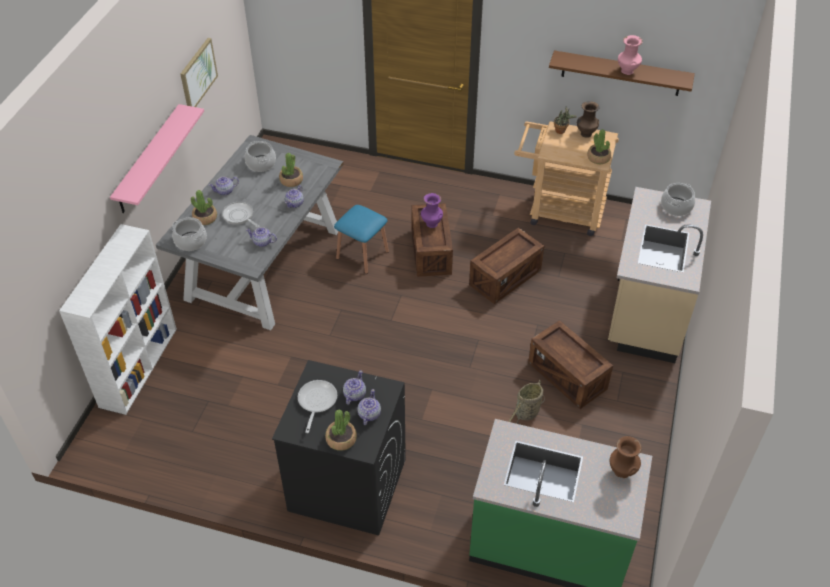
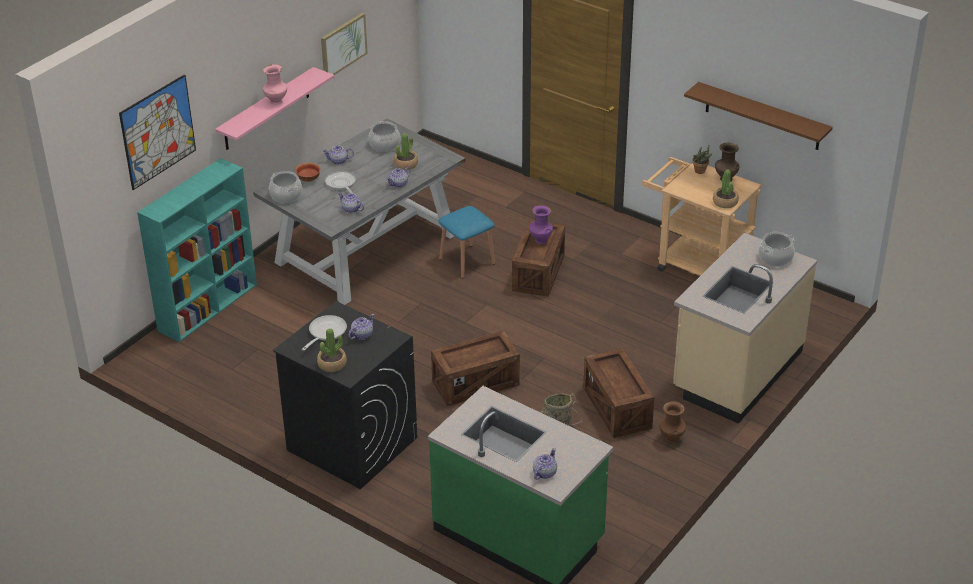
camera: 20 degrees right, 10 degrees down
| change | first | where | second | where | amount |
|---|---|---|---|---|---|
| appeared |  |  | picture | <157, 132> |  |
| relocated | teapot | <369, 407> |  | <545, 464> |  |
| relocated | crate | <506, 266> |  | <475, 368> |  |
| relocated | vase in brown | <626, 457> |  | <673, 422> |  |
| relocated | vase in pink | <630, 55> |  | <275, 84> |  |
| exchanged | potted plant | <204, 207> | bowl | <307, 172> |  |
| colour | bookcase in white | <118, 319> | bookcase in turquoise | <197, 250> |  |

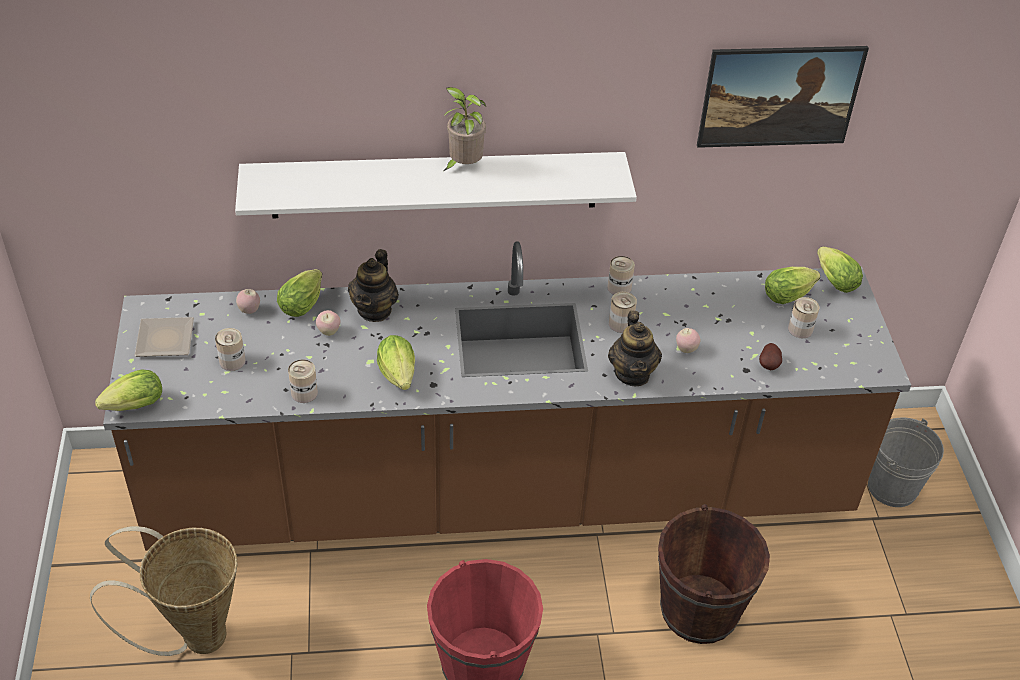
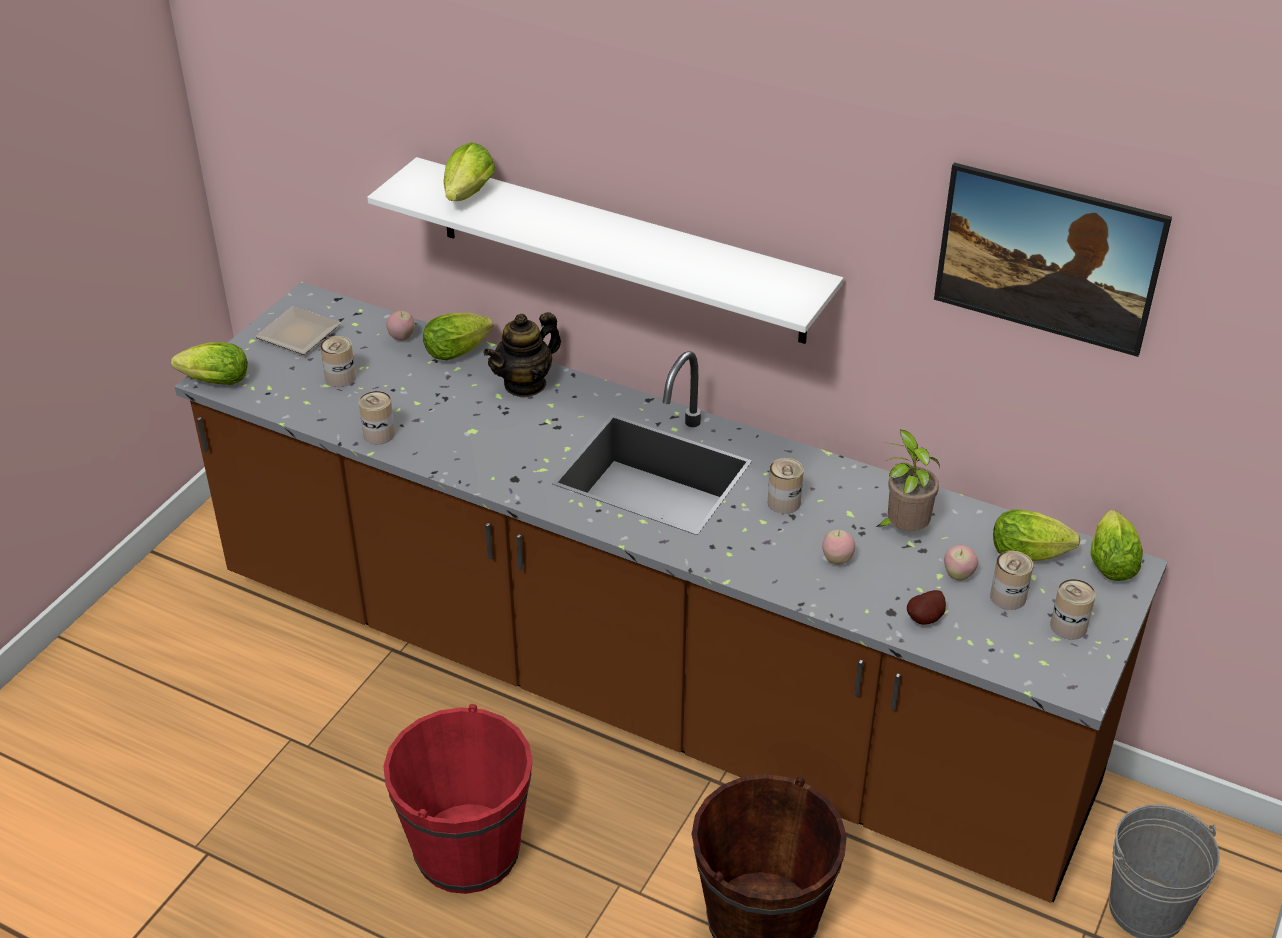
camera: 35 degrees right, 5 degrees down
| change | first | where | second | where | amount |
|---|---|---|---|---|---|
| missing | basket | <164, 591> |  |  |  |
| missing | teapot | <635, 348> |  |  |  |
| relocated | apple | <328, 323> |  | <961, 563> |  |
| relocated | lettuce | <396, 362> |  | <469, 171> |  |
| relocated | potted plant | <464, 129> |  | <908, 480> |  |
| relocated | can | <621, 275> |  | <1073, 609> |  |

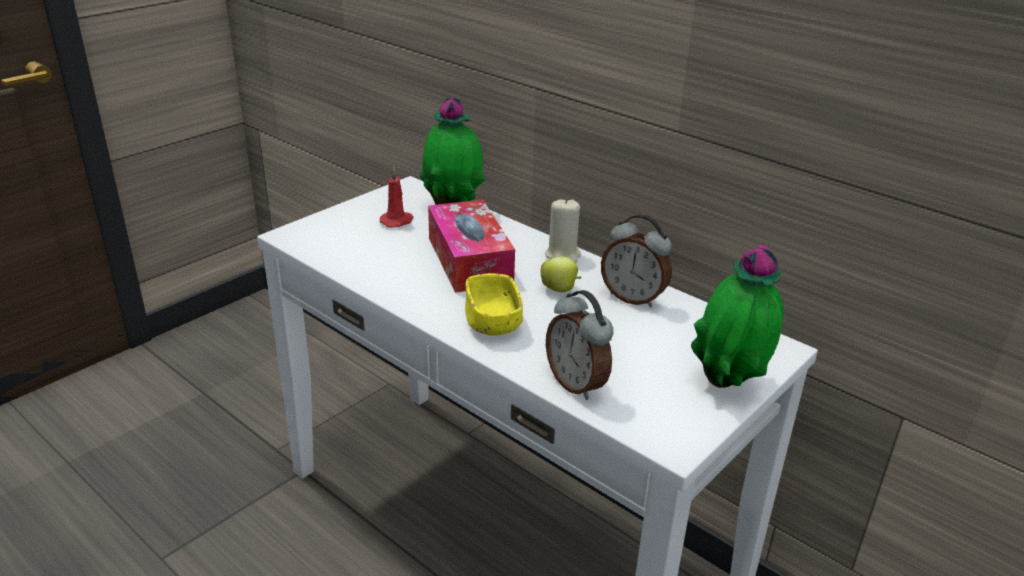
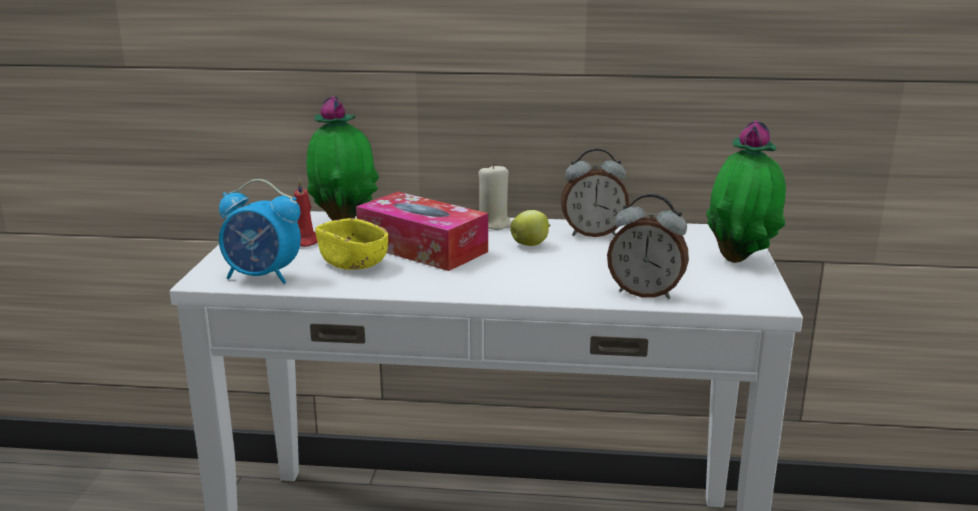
camera: 35 degrees left, 10 degrees down
| change | first | where | second | where | amount |
|---|---|---|---|---|---|
| appeared |  |  | alarm clock | <260, 231> |  |
| relocated | bowl in yellow | <494, 304> |  | <351, 244> |  |

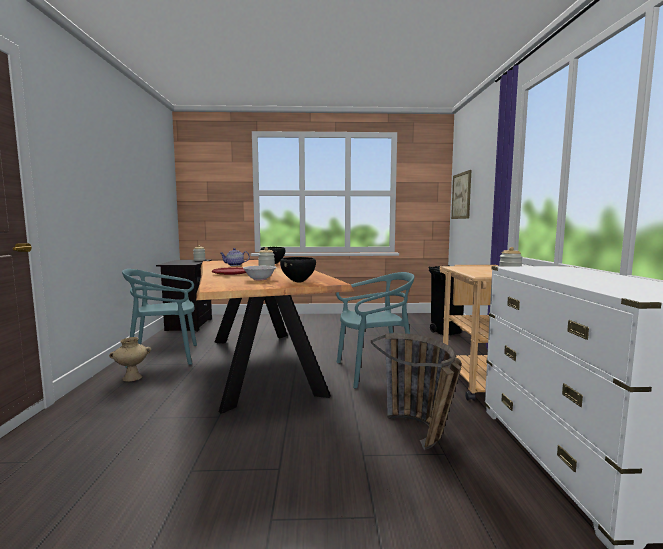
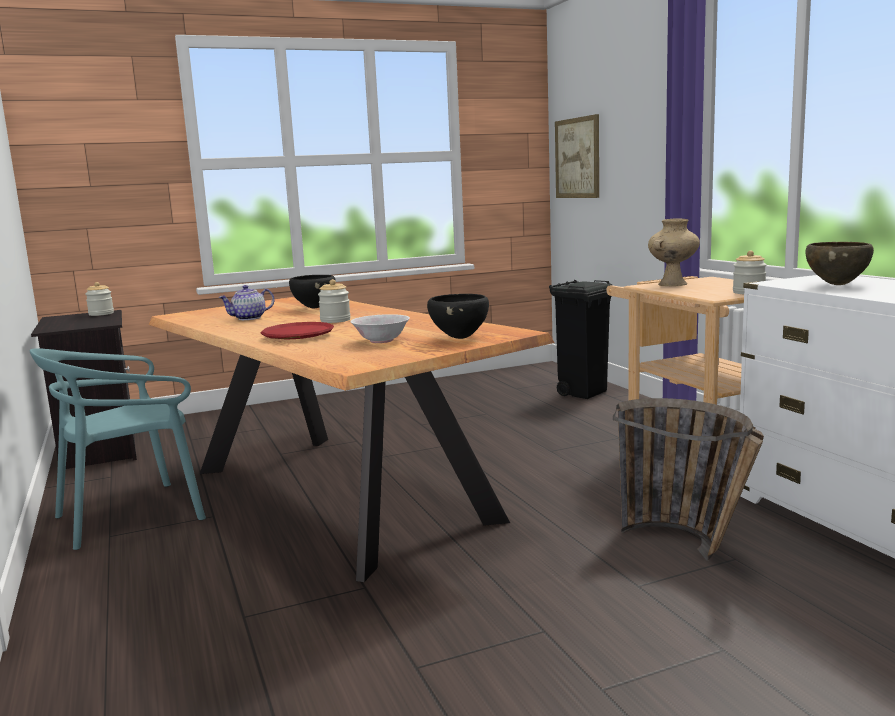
camera: 20 degrees left, 5 degrees up
| change | first | where | second | where | amount |
|---|---|---|---|---|---|
| missing | chair in turquoise | <375, 330> |  |  |  |
| appeared |  |  | bowl in brown | <839, 263> |  |
| relocated | vase in beige | <130, 359> |  | <674, 252> |  |

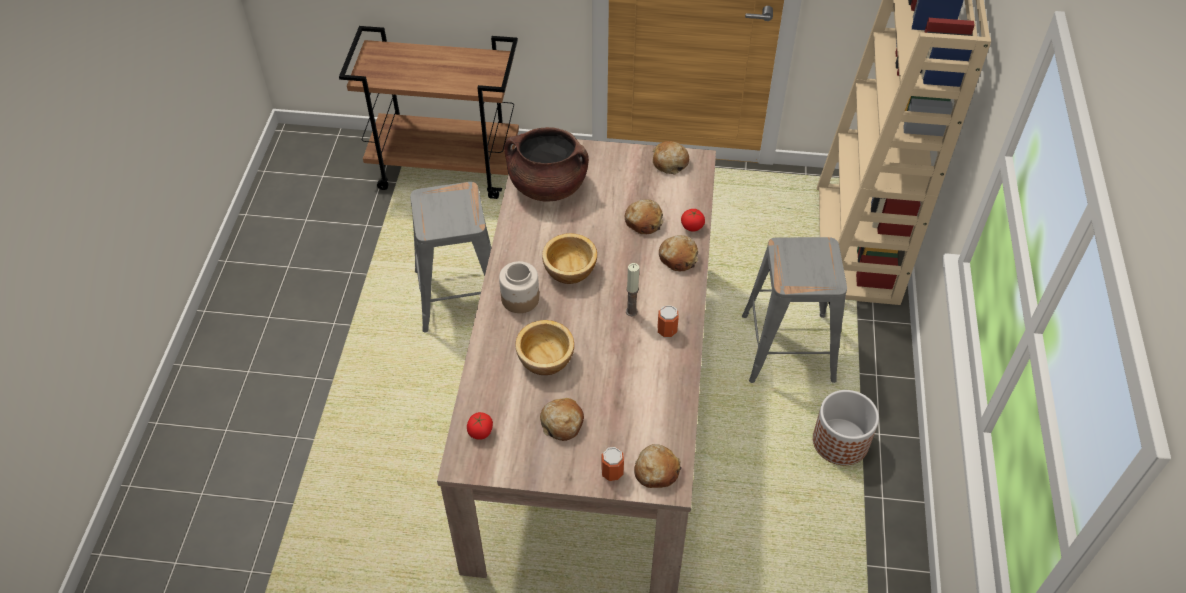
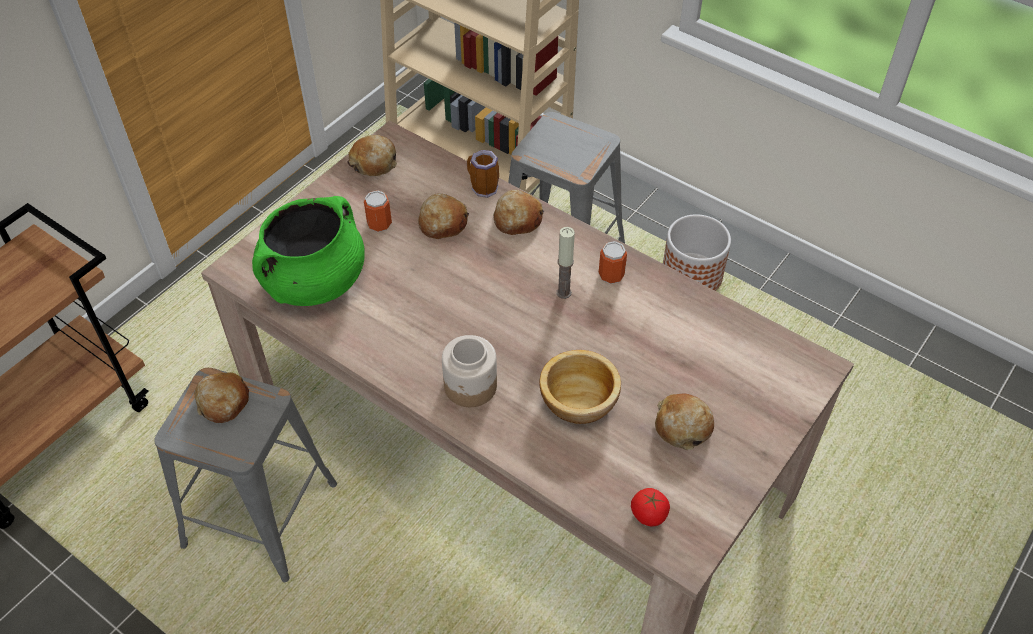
camera: 60 degrees left, 0 degrees up
| change | first | where | second | where | amount |
|---|---|---|---|---|---|
| missing | bowl | <569, 258> |  |  |  |
| relocated | can | <612, 464> |  | <378, 211> |  |
| relocated | bread | <658, 466> |  | <221, 397> |  |
| exchanged | tomato | <693, 220> | mug | <483, 174> |  |
| colour | cooking pot in brown | <546, 164> | cooking pot in green | <308, 251> |  |

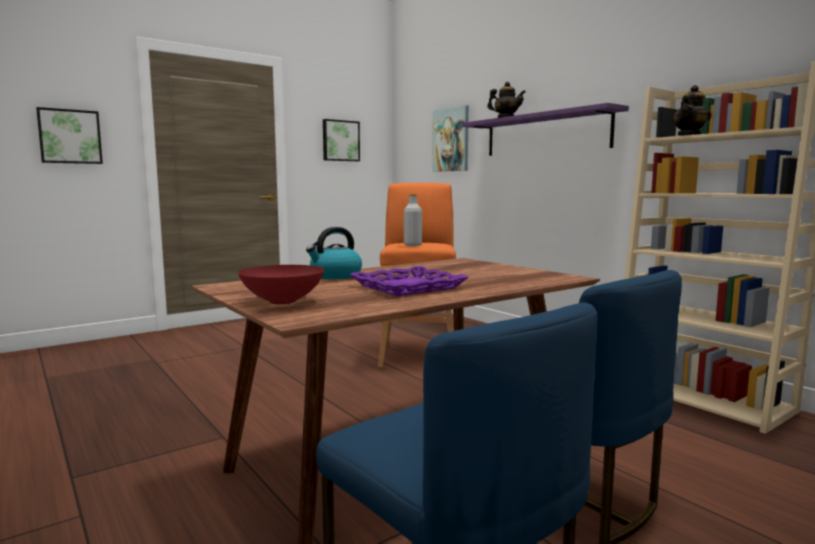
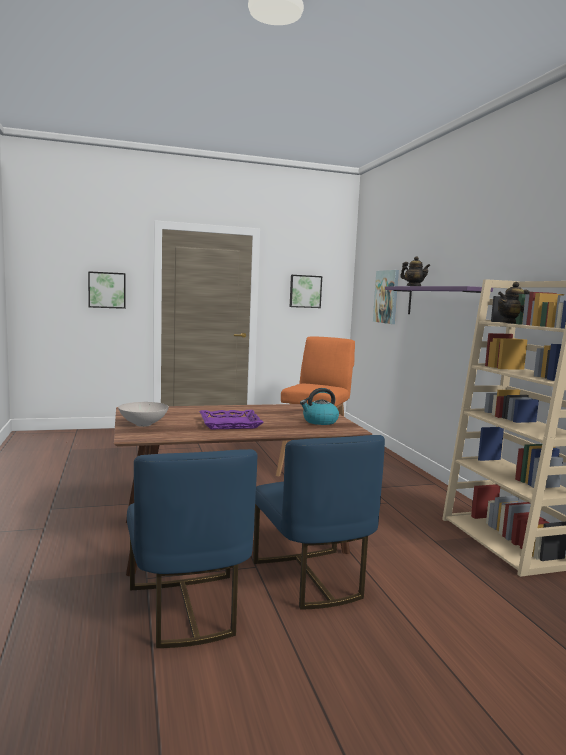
camera: 20 degrees right, 0 degrees up
| change | first | where | second | where | amount |
|---|---|---|---|---|---|
| missing | bottle in grey | <413, 220> |  |  |  |
| relocated | kettle | <334, 253> |  | <319, 406> |  |
| colour | bowl in red | <281, 284> | bowl in white | <143, 414> |  |

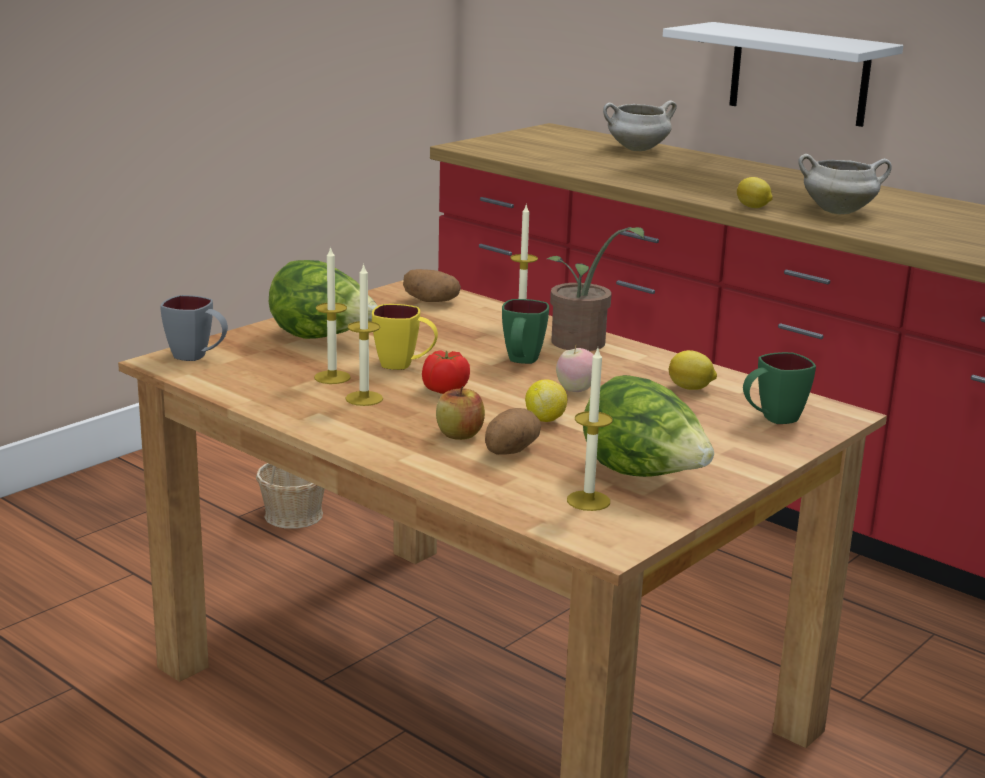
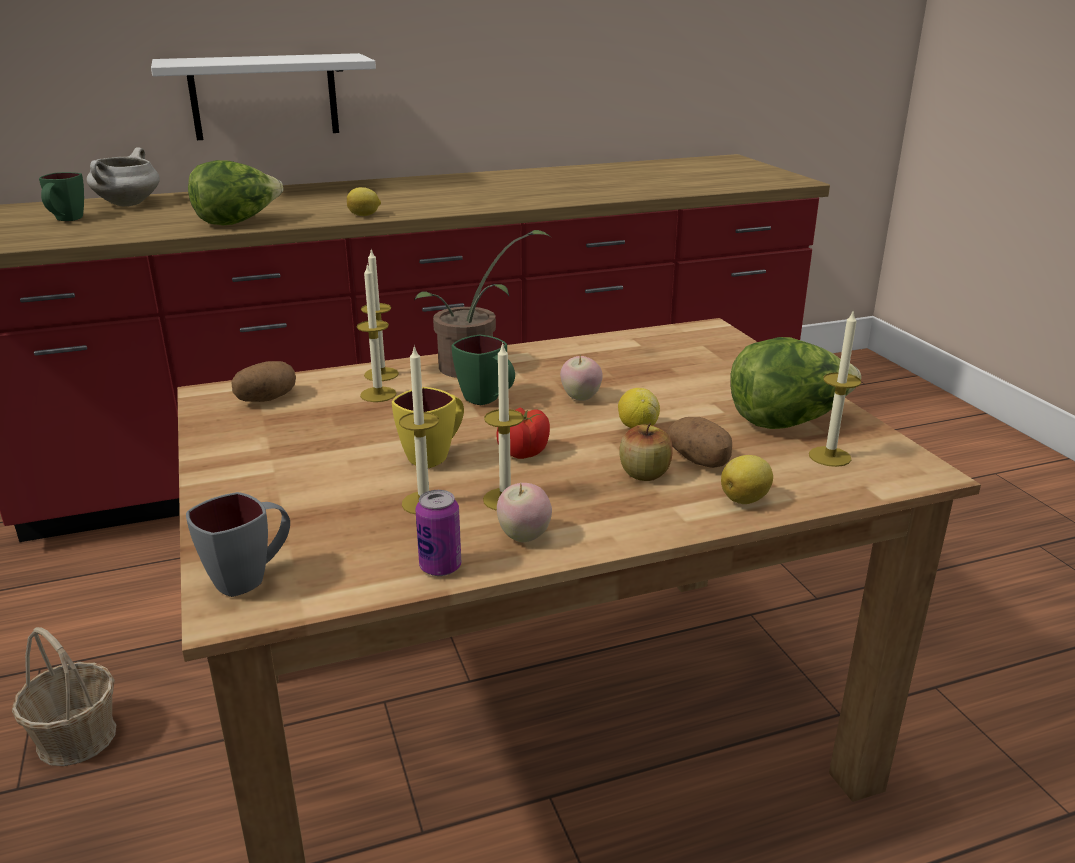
camera: 60 degrees left, 5 degrees up
| change | first | where | second | where | amount |
|---|---|---|---|---|---|
| missing | cooking pot in white | <845, 184> |  |  |  |
| appeared |  |  | candle | <376, 332> |  |
| appeared |  |  | can | <438, 533> |  |
| appeared |  |  | apple | <524, 512> |  |
| relocated | lettuce | <323, 299> |  | <235, 192> |  |
| relocated | lemon | <693, 370> |  | <747, 479> |  |
| relocated | mug in green | <779, 388> |  | <61, 196> |  |

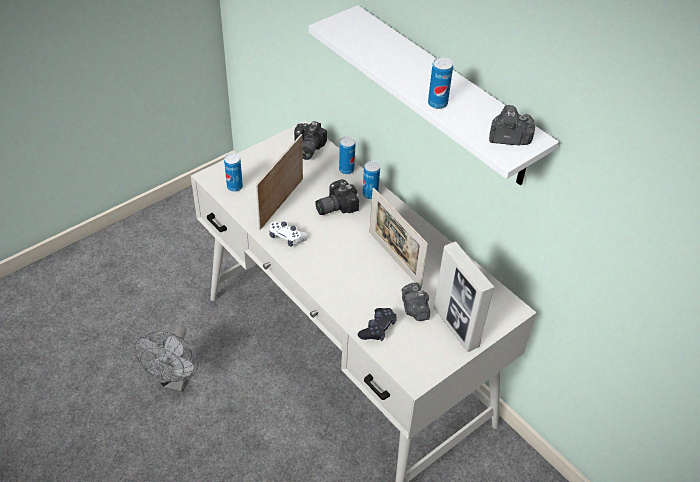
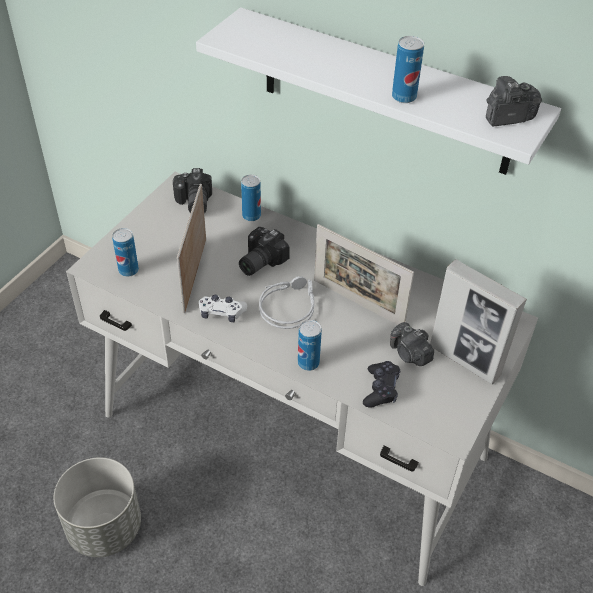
camera: 20 degrees left, 0 degrees up
| change | first | where | second | where | amount |
|---|---|---|---|---|---|
| appeared |  |  | headphones in grey | <287, 302> |  |
| relocated | can | <371, 180> |  | <310, 345> |  |
| exchanged | fan in grey | <166, 358> | planter in grey | <97, 507> |  |

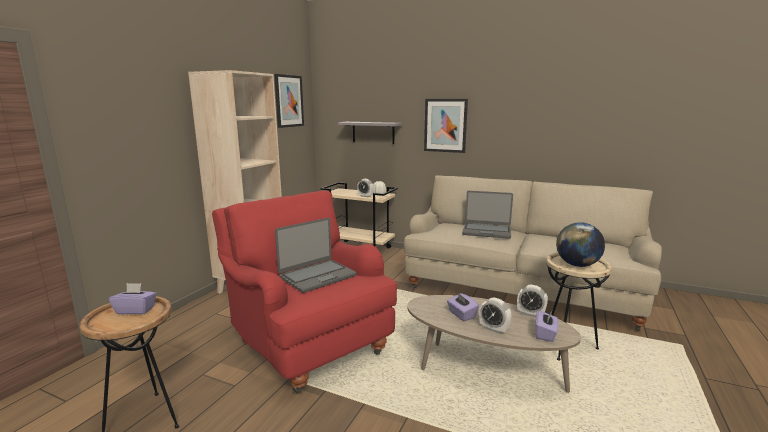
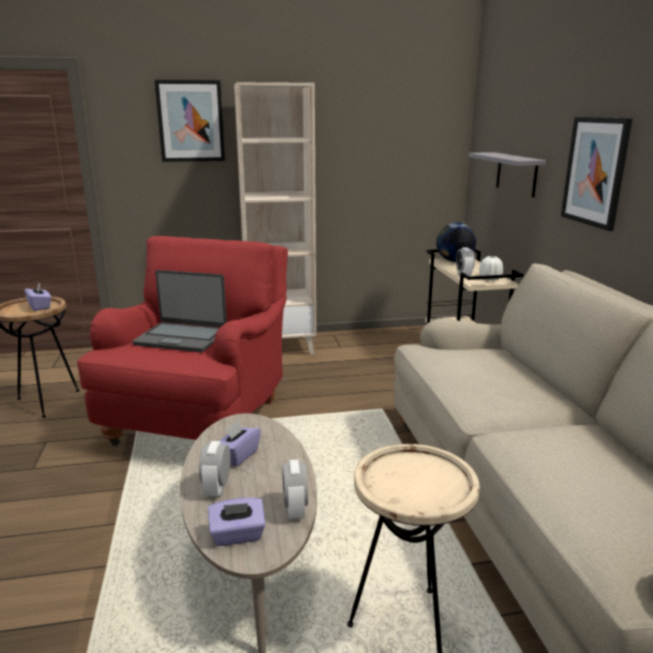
camera: 55 degrees right, 5 degrees up
| change | first | where | second | where | amount |
|---|---|---|---|---|---|
| missing | laptop | <487, 215> |  |  |  |
| relocated | picture | <289, 101> |  | <190, 121> |  |
| relocated | globe | <580, 244> |  | <456, 242> |  |

